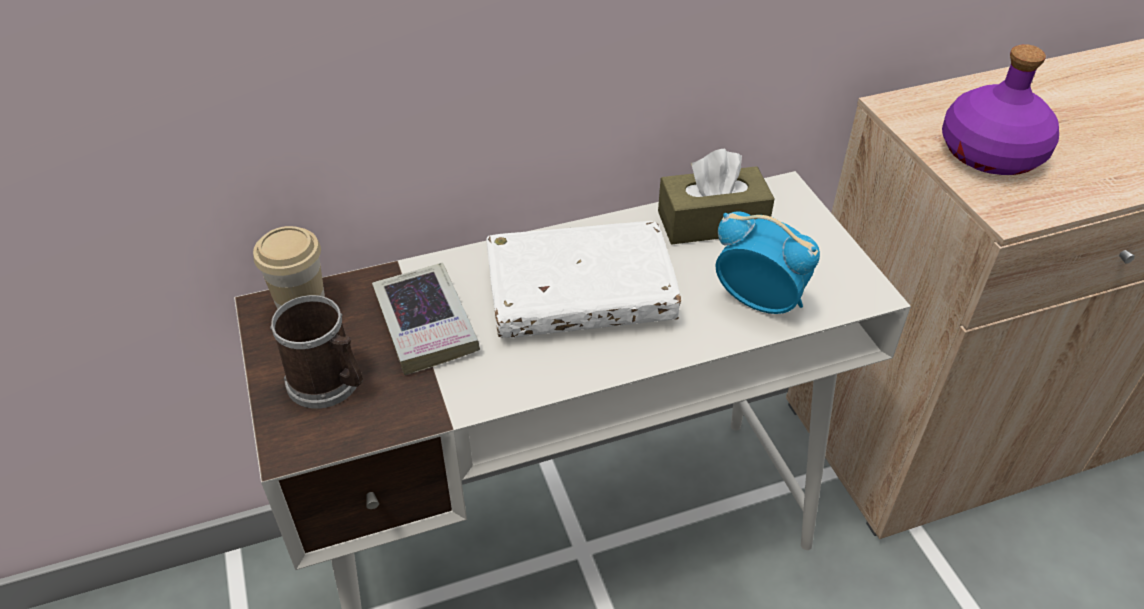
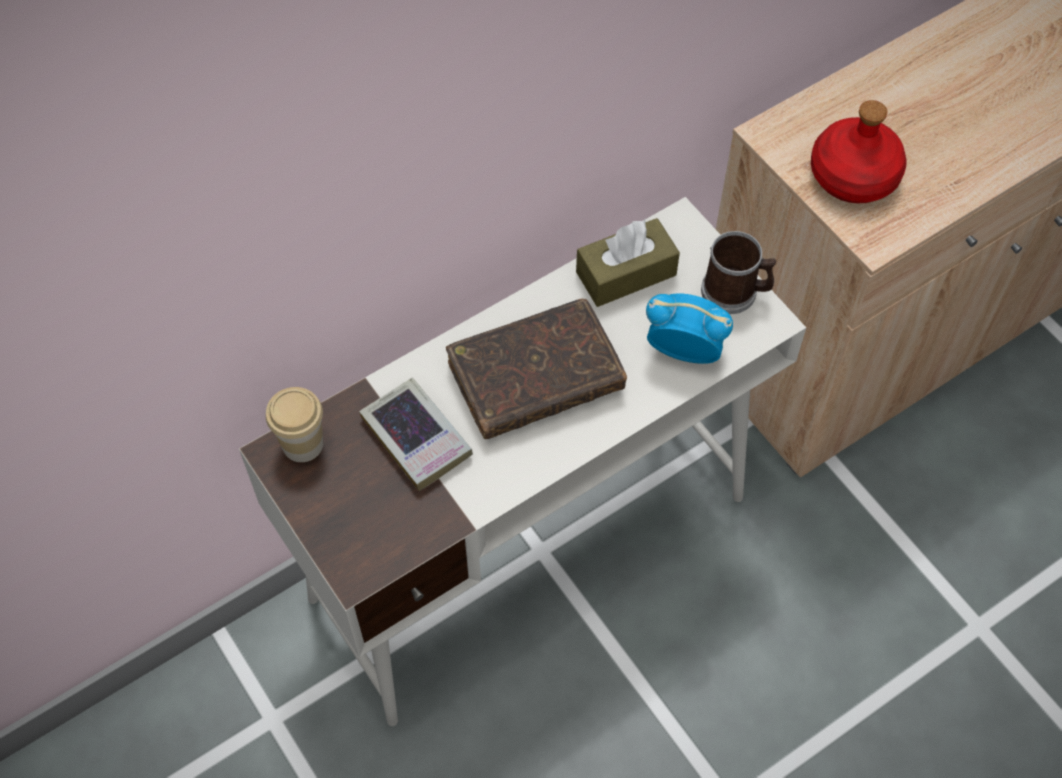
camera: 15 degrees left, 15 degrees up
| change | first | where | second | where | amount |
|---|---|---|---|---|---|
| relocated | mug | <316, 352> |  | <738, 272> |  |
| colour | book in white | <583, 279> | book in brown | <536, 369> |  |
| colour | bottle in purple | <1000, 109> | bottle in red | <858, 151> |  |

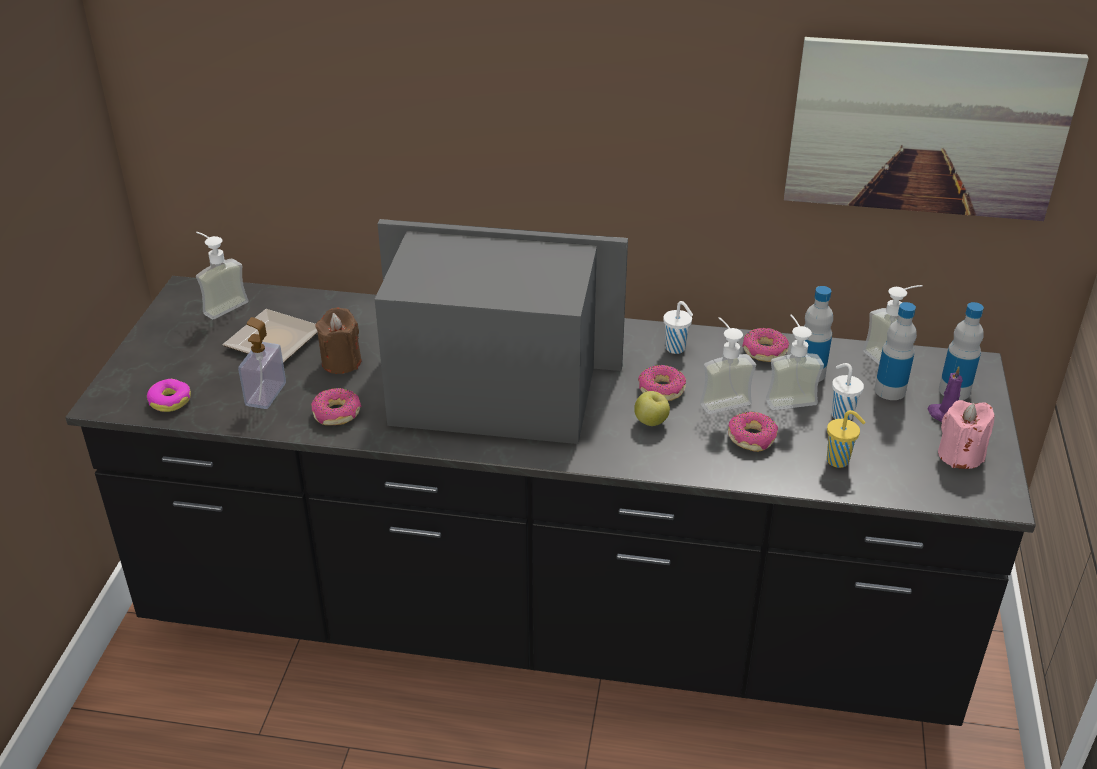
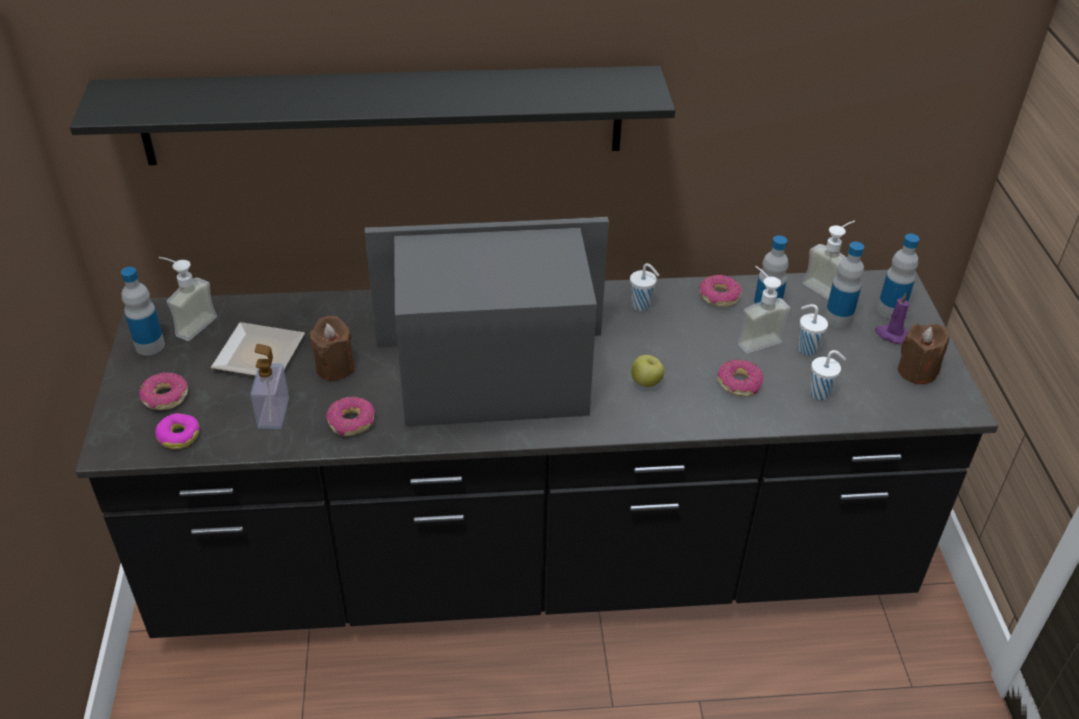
camera: 15 degrees left, 5 degrees up
| change | first | where | second | where | amount |
|---|---|---|---|---|---|
| missing | soap dispenser | <728, 365> |  |  |  |
| missing | picture | <936, 129> |  |  |  |
| appeared |  |  | shelf in black | <372, 115> |  |
| appeared |  |  | bottle | <143, 311> |  |
| relocated | donut | <662, 383> |  | <163, 391> |  |
| colour | cup in yellow | <846, 439> | cup in white | <828, 375> |  |
| colour | candle in pink | <966, 434> | candle in brown | <923, 354> |  |

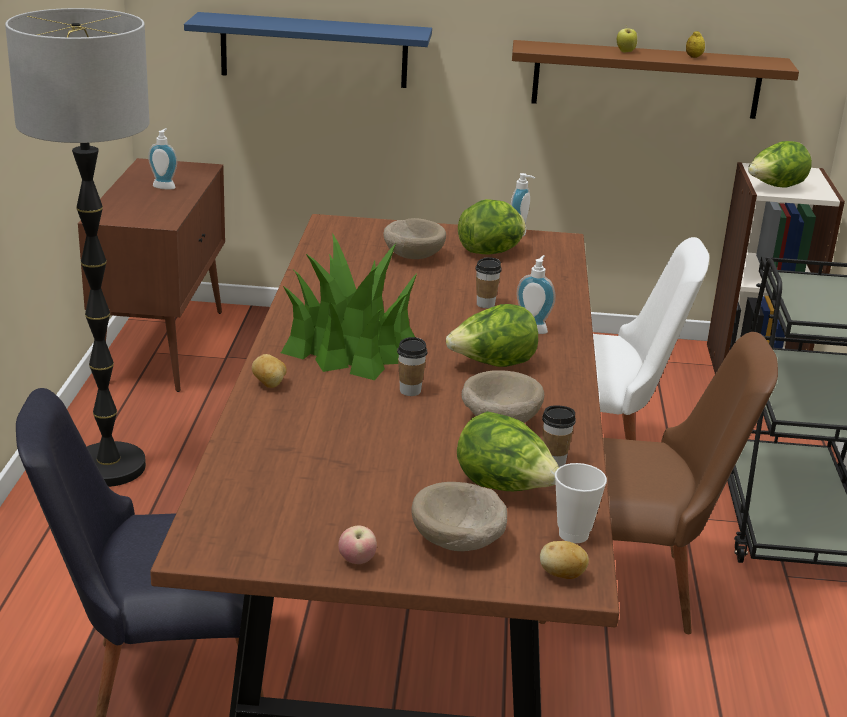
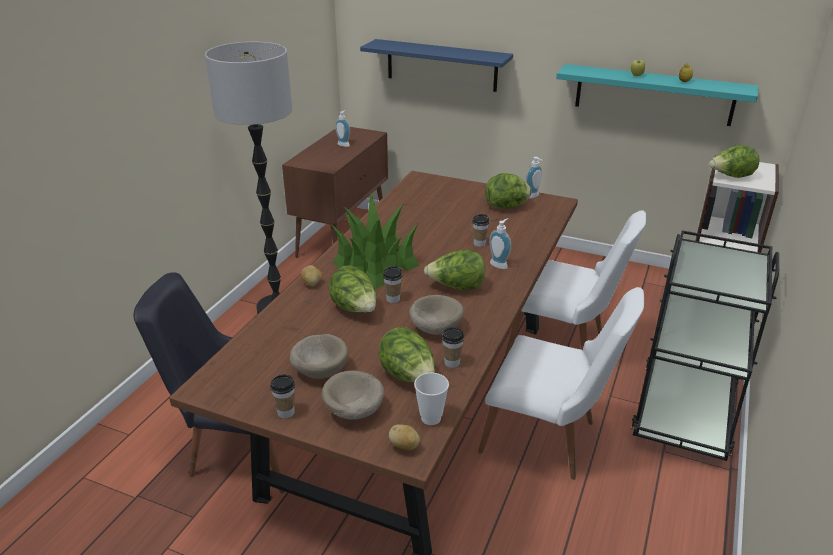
camera: 20 degrees right, 5 degrees up
| change | first | where | second | where | amount |
|---|---|---|---|---|---|
| appeared |  |  | lettuce | <353, 288> |  |
| relocated | bowl in beige | <414, 238> |  | <319, 356> |  |
| exchanged | apple | <357, 544> | cup | <282, 396> |  |
| colour | shelf in brown | <655, 79> | shelf in turquoise | <657, 95> |  |
| colour | chair in brown | <658, 483> | chair in white | <561, 383> |  |

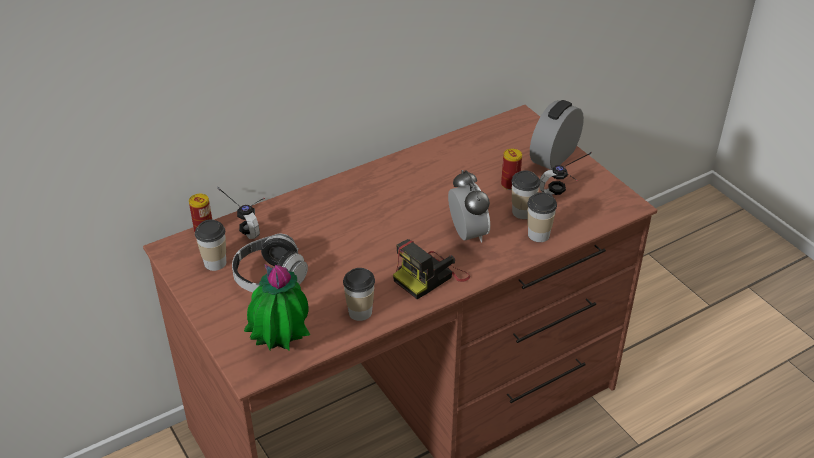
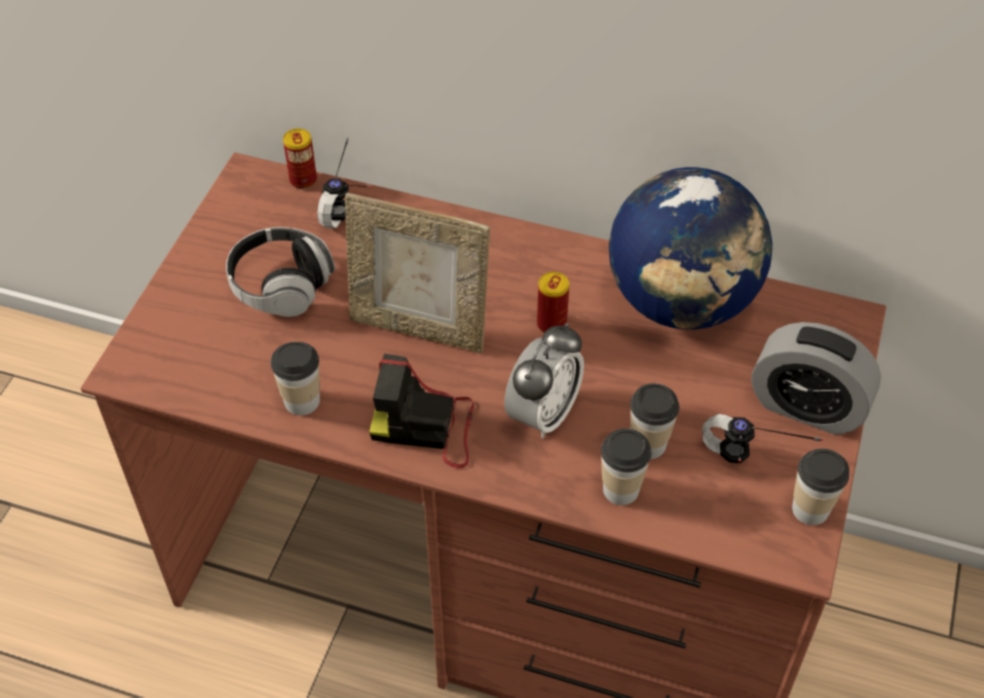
camera: 50 degrees right, 10 degrees up
| change | first | where | second | where | amount |
|---|---|---|---|---|---|
| missing | potted plant | <277, 307> |  |  |  |
| appeared |  |  | picture frame | <417, 273> |  |
| appeared |  |  | globe | <691, 248> |  |
| relocated | cup | <210, 245> |  | <820, 487> |  |
| relocated | can | <511, 169> |  | <553, 302> |  |
| spun | alarm clock | <557, 135> |  | <816, 378> | 150 degrees counterclockwise |

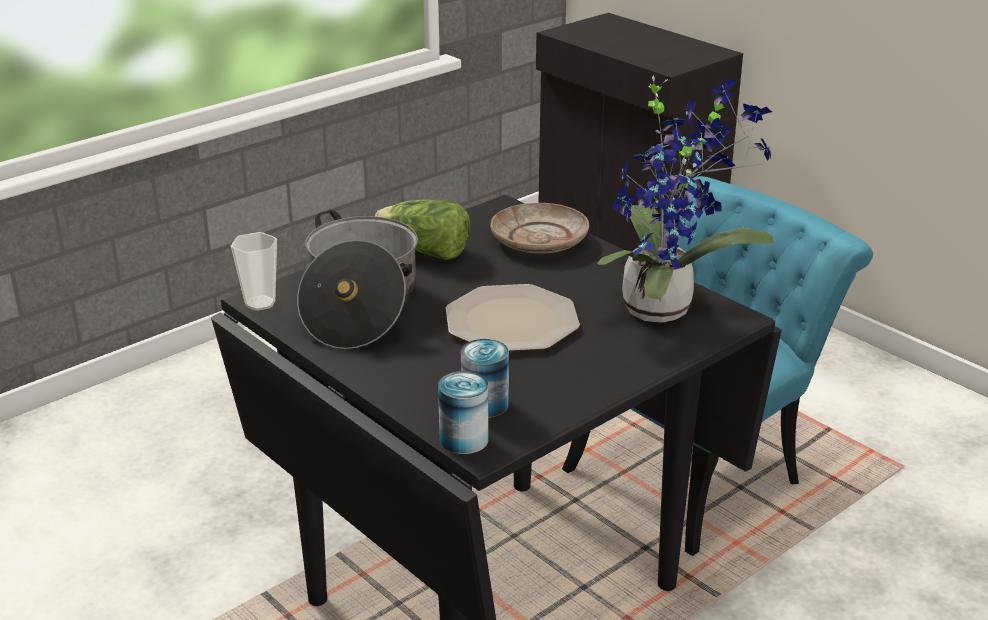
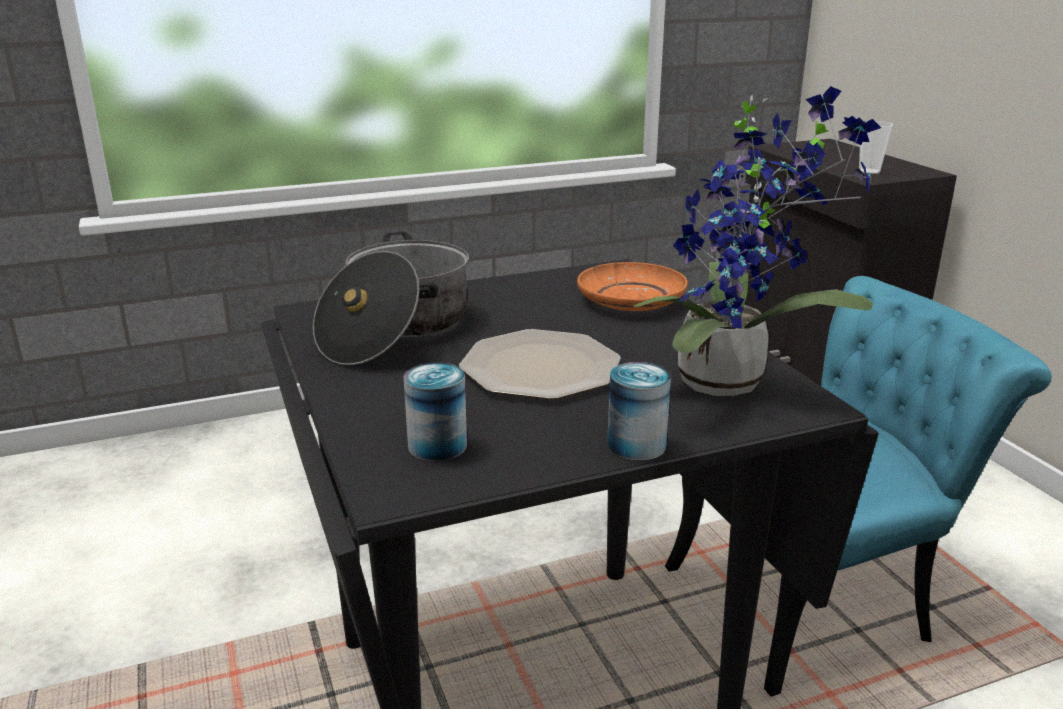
camera: 20 degrees right, 5 degrees down
| change | first | where | second | where | amount |
|---|---|---|---|---|---|
| missing | lettuce | <422, 230> |  |  |  |
| relocated | cup | <254, 271> |  | <876, 147> |  |
| relocated | can | <463, 412> |  | <639, 411> |  |
| colour | plate in beige | <539, 228> | plate in orange | <632, 286> |  |

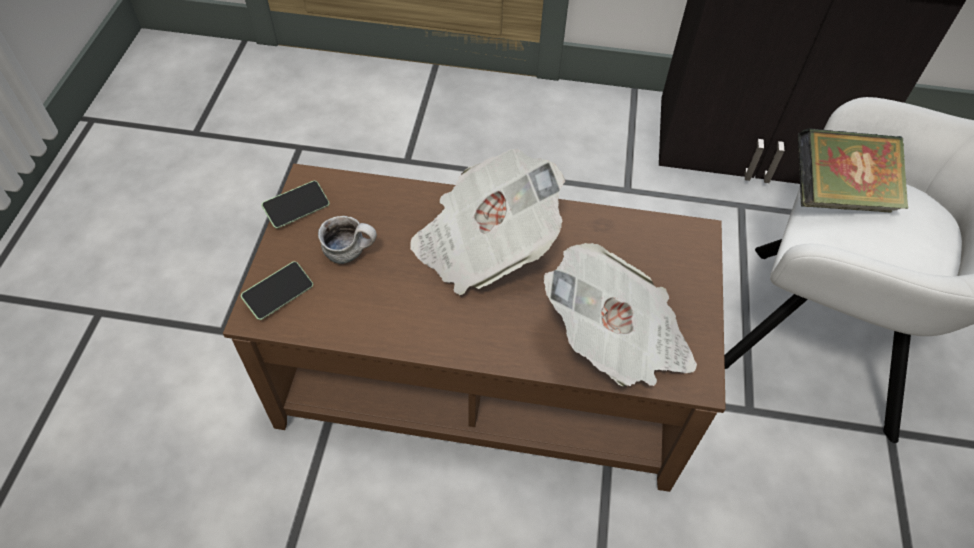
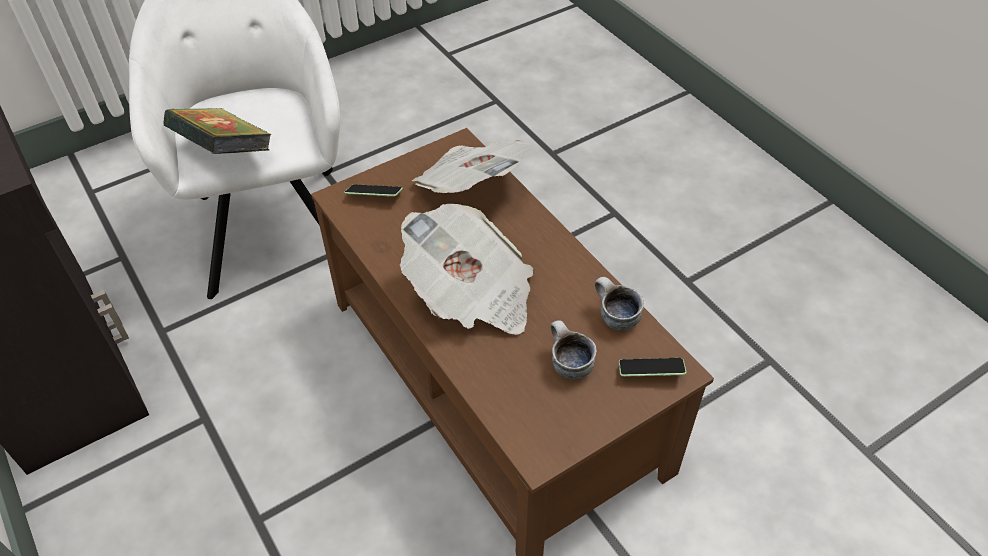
camera: 130 degrees left, 5 degrees down
| change | first | where | second | where | amount |
|---|---|---|---|---|---|
| appeared |  |  | mug | <619, 303> |  |
| relocated | phone | <295, 204> |  | <373, 190> |  |

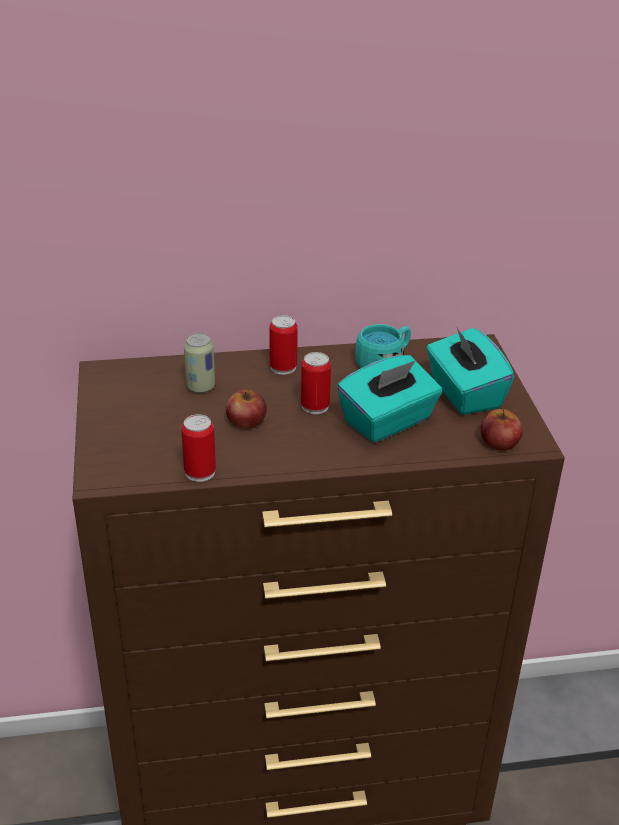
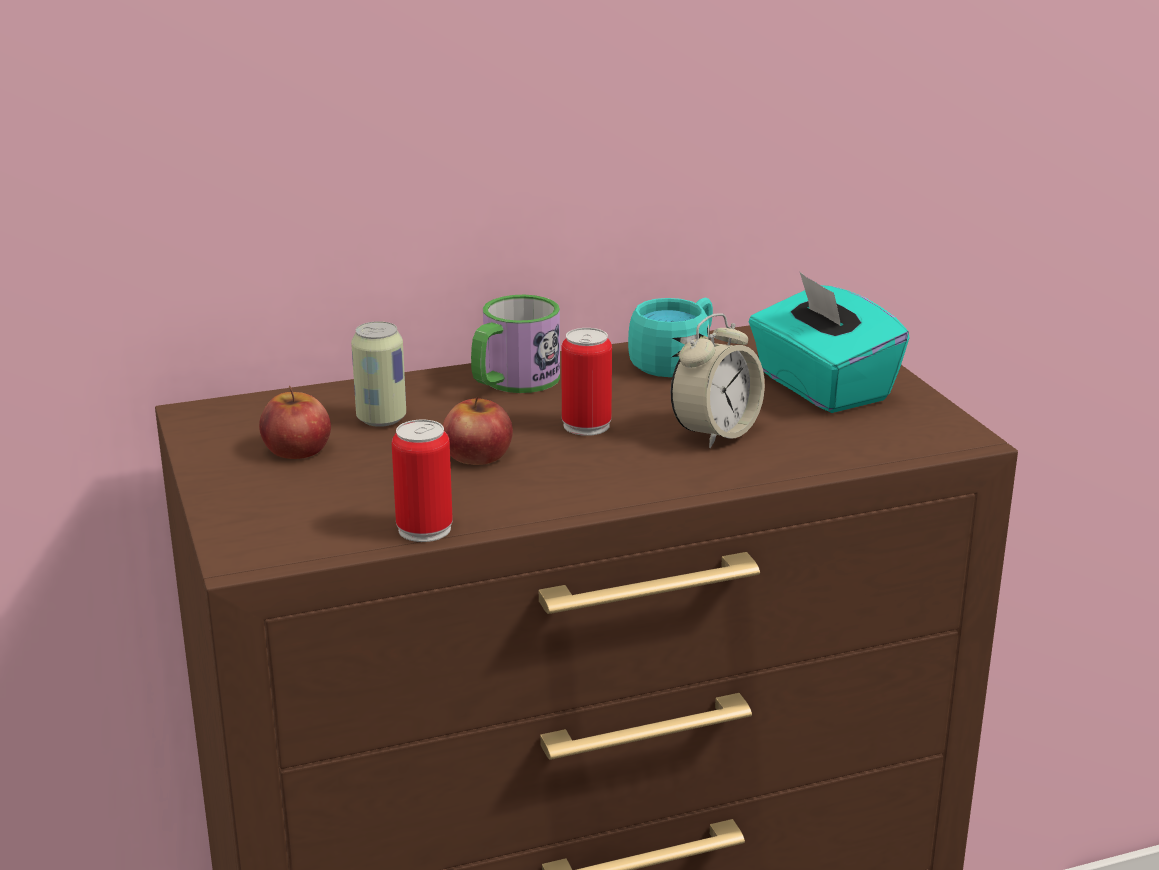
camera: 10 degrees left, 10 degrees down
| change | first | where | second | where | amount |
|---|---|---|---|---|---|
| relocated | apple | <501, 429> |  | <295, 422> |  |
| exchanged | can | <283, 345> | mug | <515, 344> |  |
| exchanged | tissue box in turquoise | <389, 398> | alarm clock | <718, 380> |  |

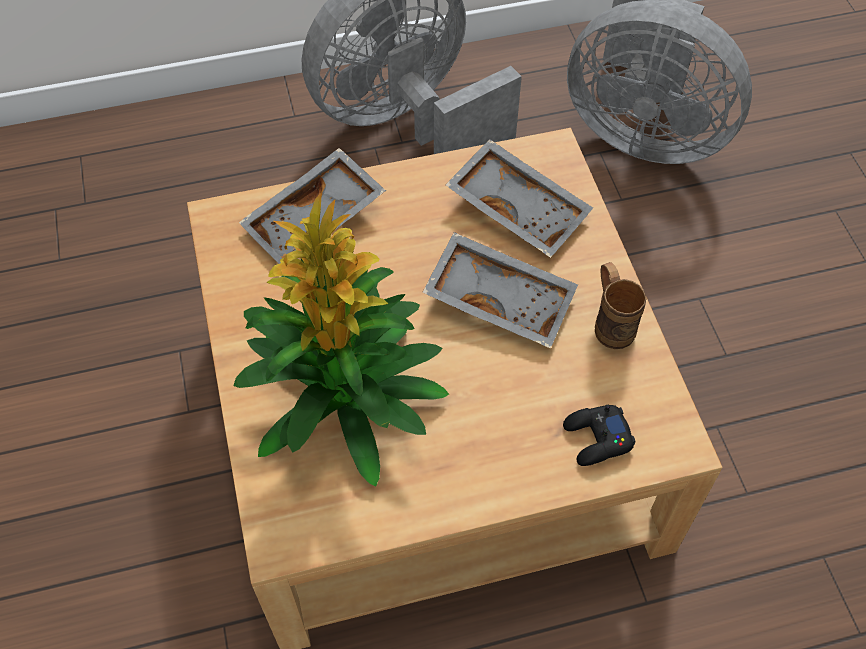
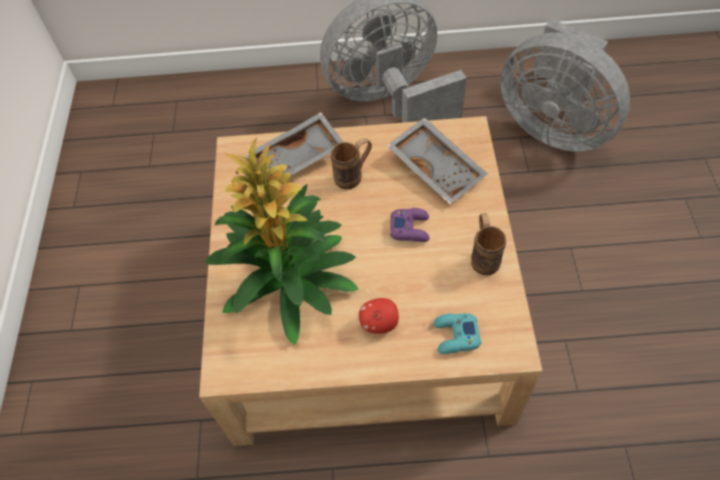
camera: 15 degrees right, 0 degrees up
| change | first | where | second | where | amount |
|---|---|---|---|---|---|
| appeared |  |  | mug in brown | <351, 163> |  |
| appeared |  |  | apple | <379, 316> |  |
| exchanged | tray in grey | <500, 290> | game controller in purple | <410, 225> |  |
| colour | game controller in black | <599, 435> | game controller in turquoise | <457, 333> |  |

